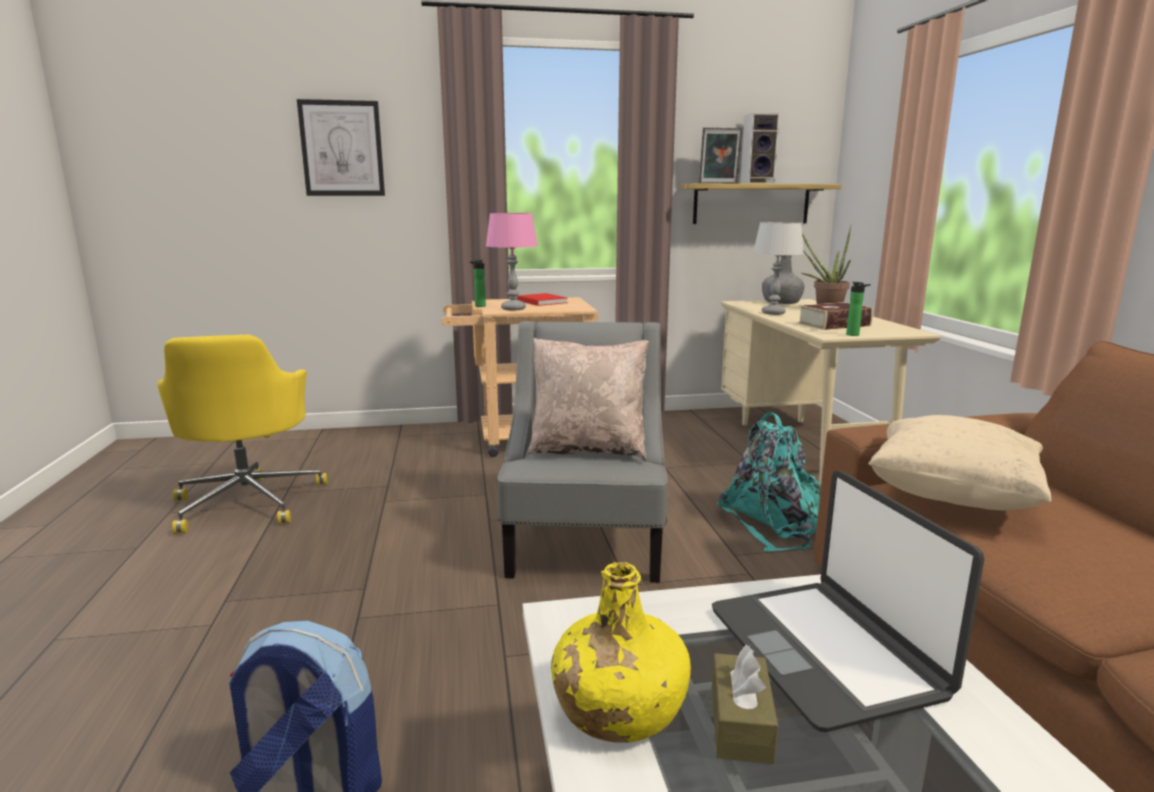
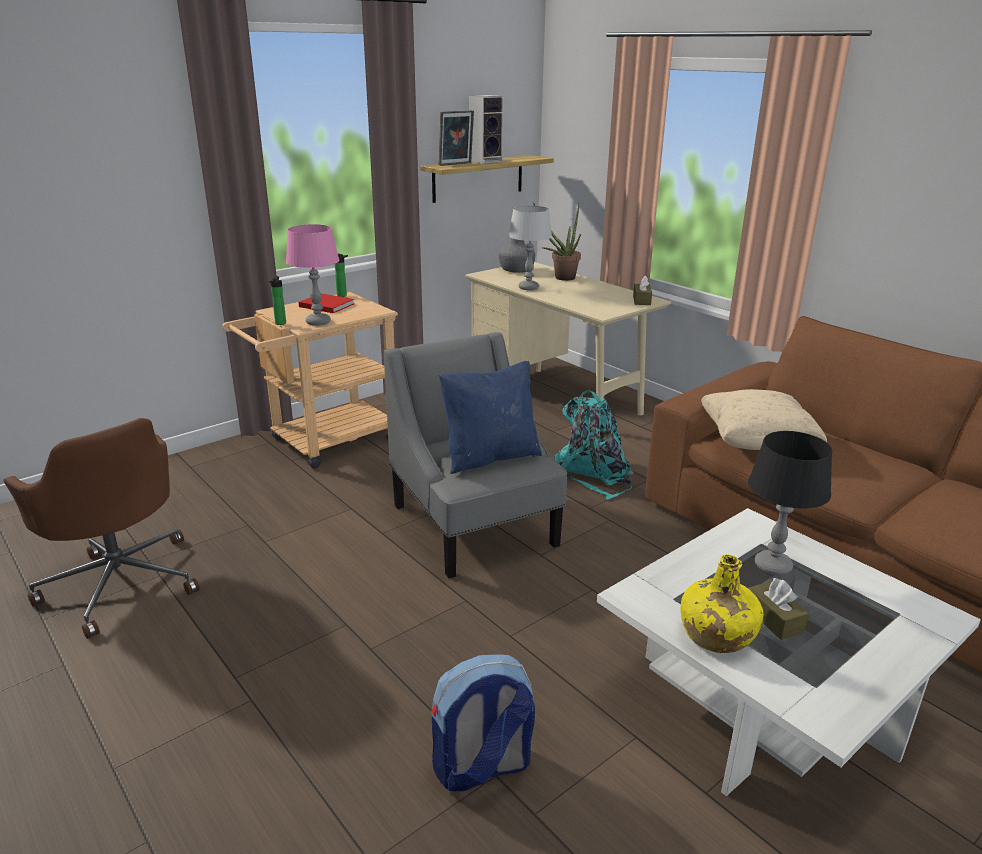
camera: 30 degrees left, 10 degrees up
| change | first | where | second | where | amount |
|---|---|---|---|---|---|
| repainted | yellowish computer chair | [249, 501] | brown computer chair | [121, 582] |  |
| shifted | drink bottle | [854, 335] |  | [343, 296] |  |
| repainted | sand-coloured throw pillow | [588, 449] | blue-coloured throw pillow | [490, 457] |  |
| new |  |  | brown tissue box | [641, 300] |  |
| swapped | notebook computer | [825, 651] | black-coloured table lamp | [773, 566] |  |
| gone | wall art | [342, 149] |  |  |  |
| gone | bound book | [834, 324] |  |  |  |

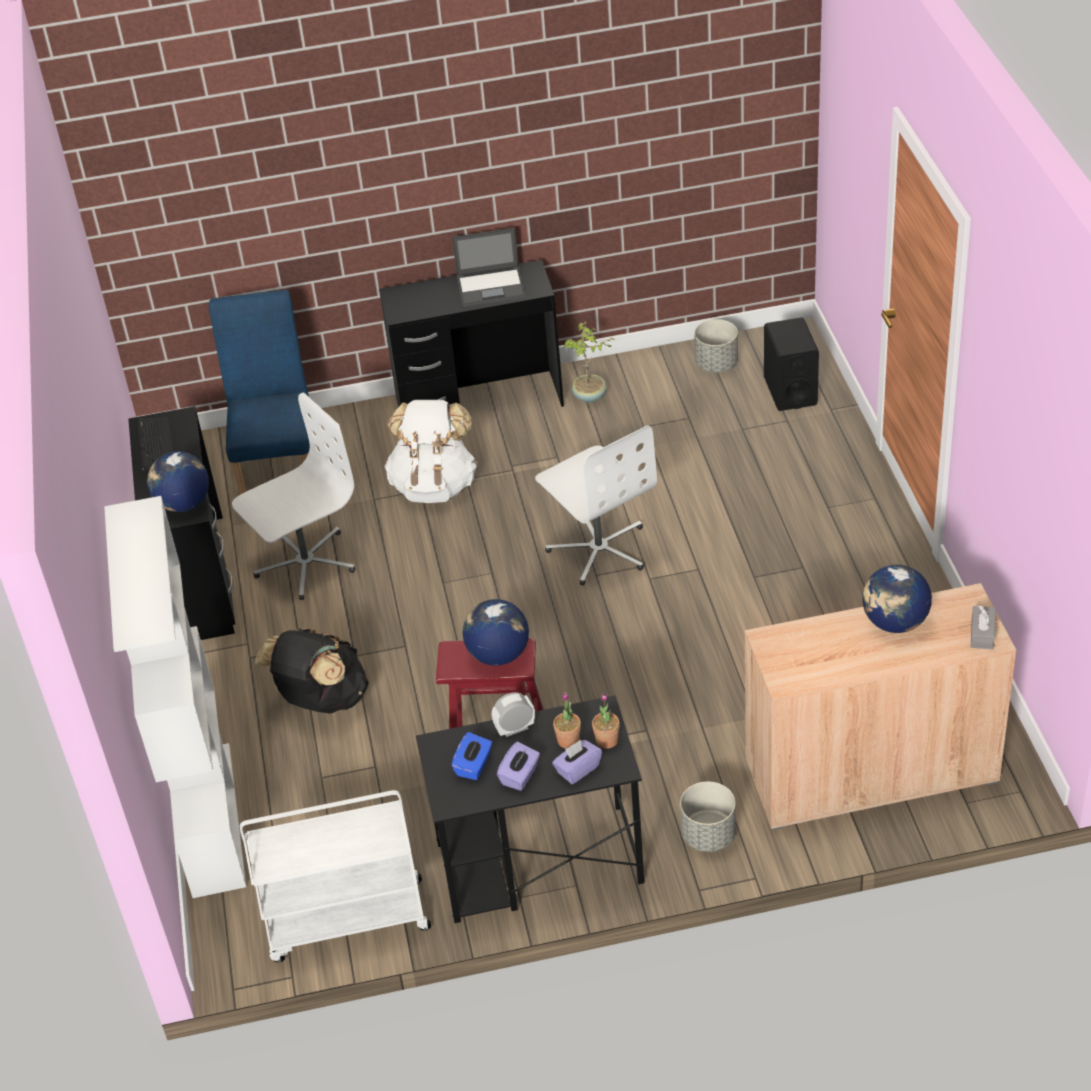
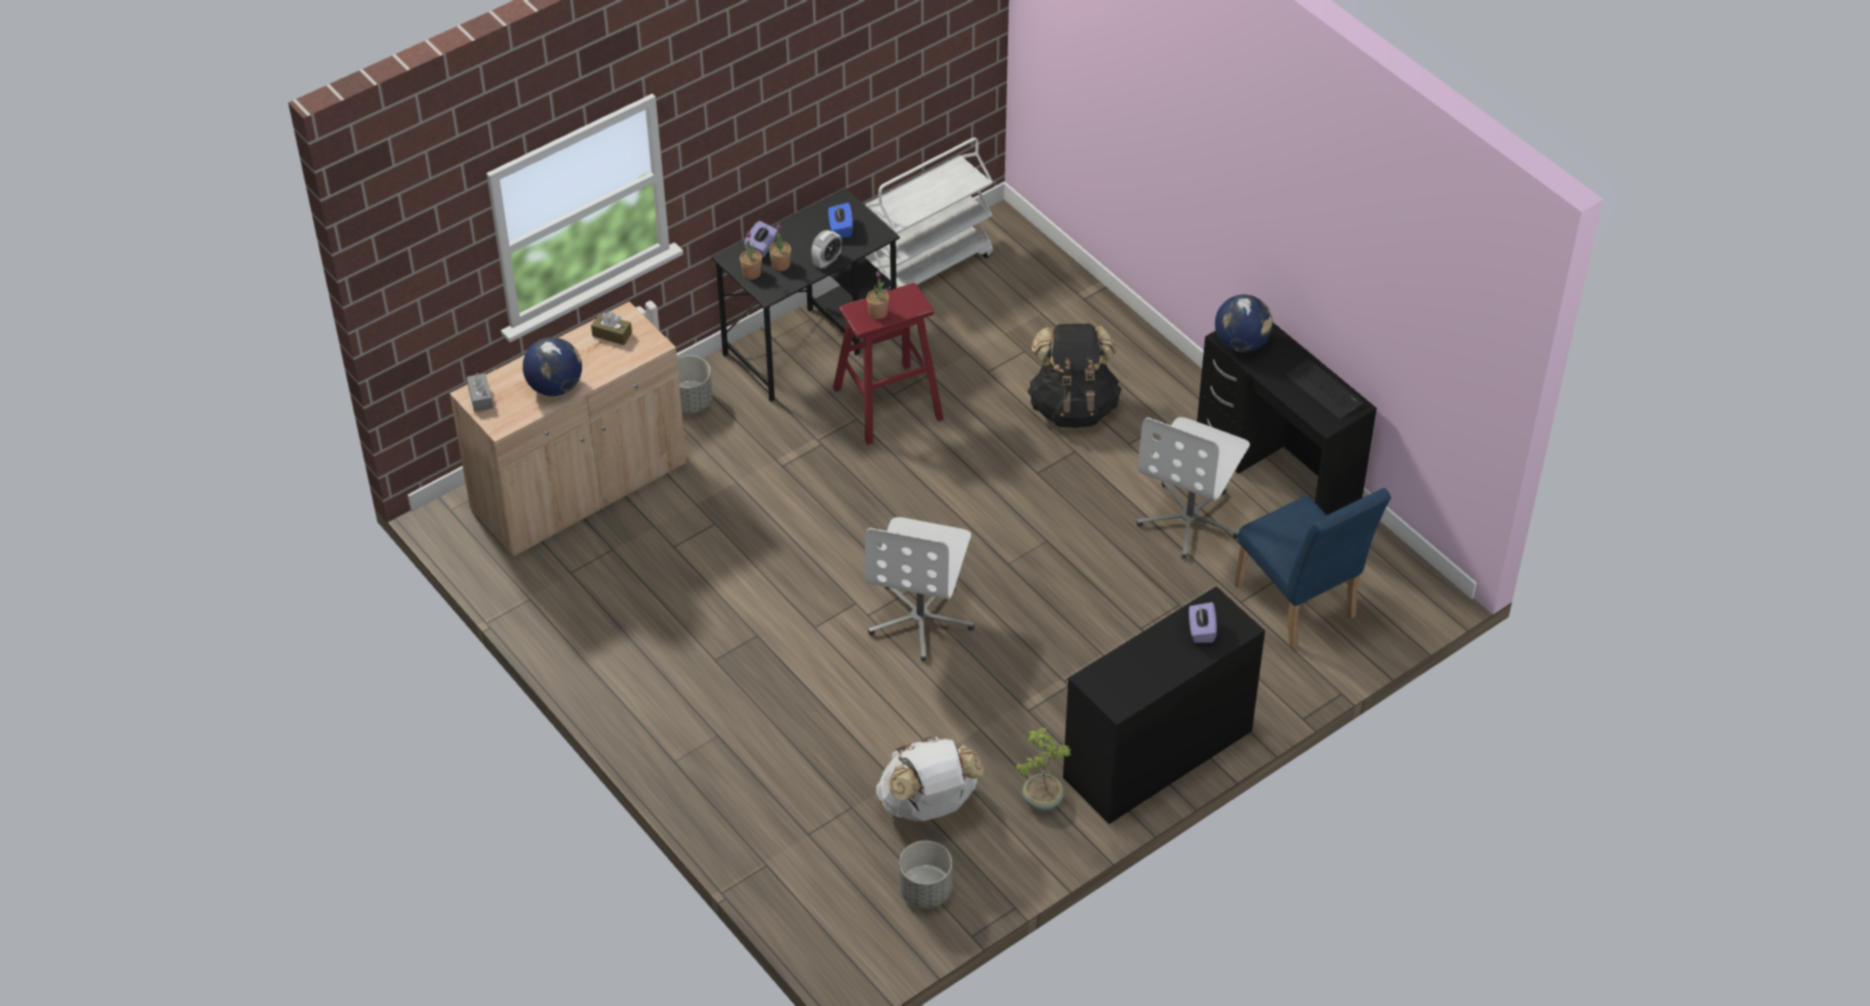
camera: 150 degrees right, 5 degrees up
| change | first | where | second | where | amount |
|---|---|---|---|---|---|
| new |  |  | brown tissue box | [612, 334] |  |
| rotated | white computer chair | [599, 549] |  | [921, 619] | 105 degrees counterclockwise |
| swapped | world globe | [498, 655] | houseplant | [878, 312] |  |
| shifted | white rucksack | [434, 485] |  | [928, 805] |  |
| shifted | purple tissue box | [520, 776] |  | [1201, 631] |  |
| gone | white shelving unit | [210, 818] |  |  |  |
| gone | notebook computer | [492, 287] |  |  |  |
| gone | black-coloured audio speaker | [790, 391] |  |  |  |

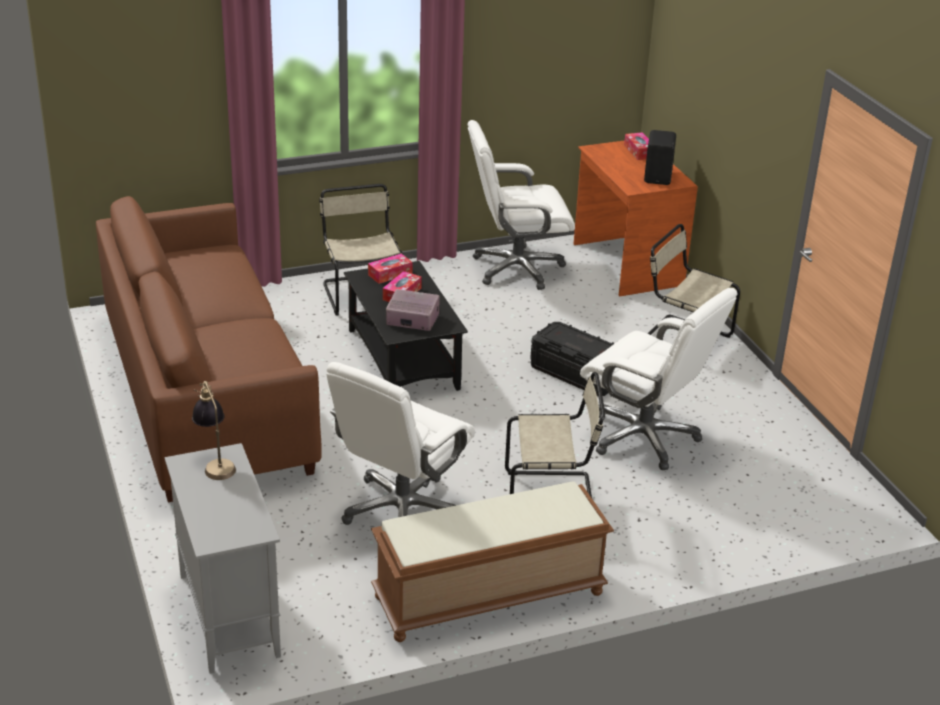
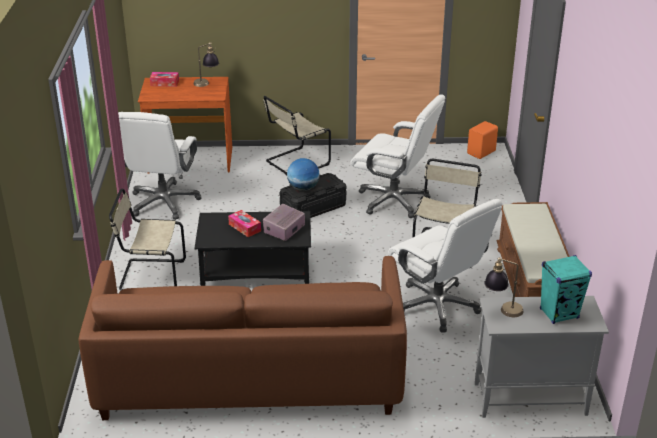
camera: 70 degrees left, 0 degrees up
| change | first | where | second | where | amount |
|---|---|---|---|---|---|
| swapped | black-coloured audio speaker | [659, 176] | table lamp | [206, 85] |  |
| new |  |  | world globe | [303, 188] |  |
| rotated | white computer chair | [644, 437] |  | [394, 201] | 60 degrees clockwise |
| new |  |  | orange audio speaker | [482, 152] |  |
| new |  |  | blue-green audio speaker | [559, 313] |  |
| gone | tissue box | [390, 274] |  |  |  |

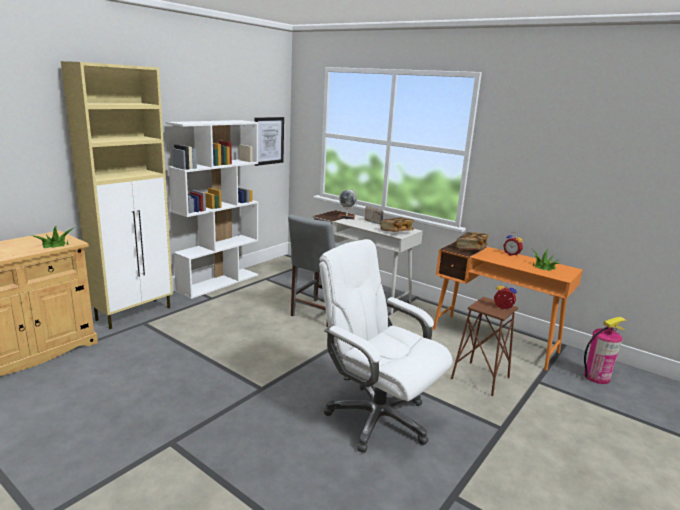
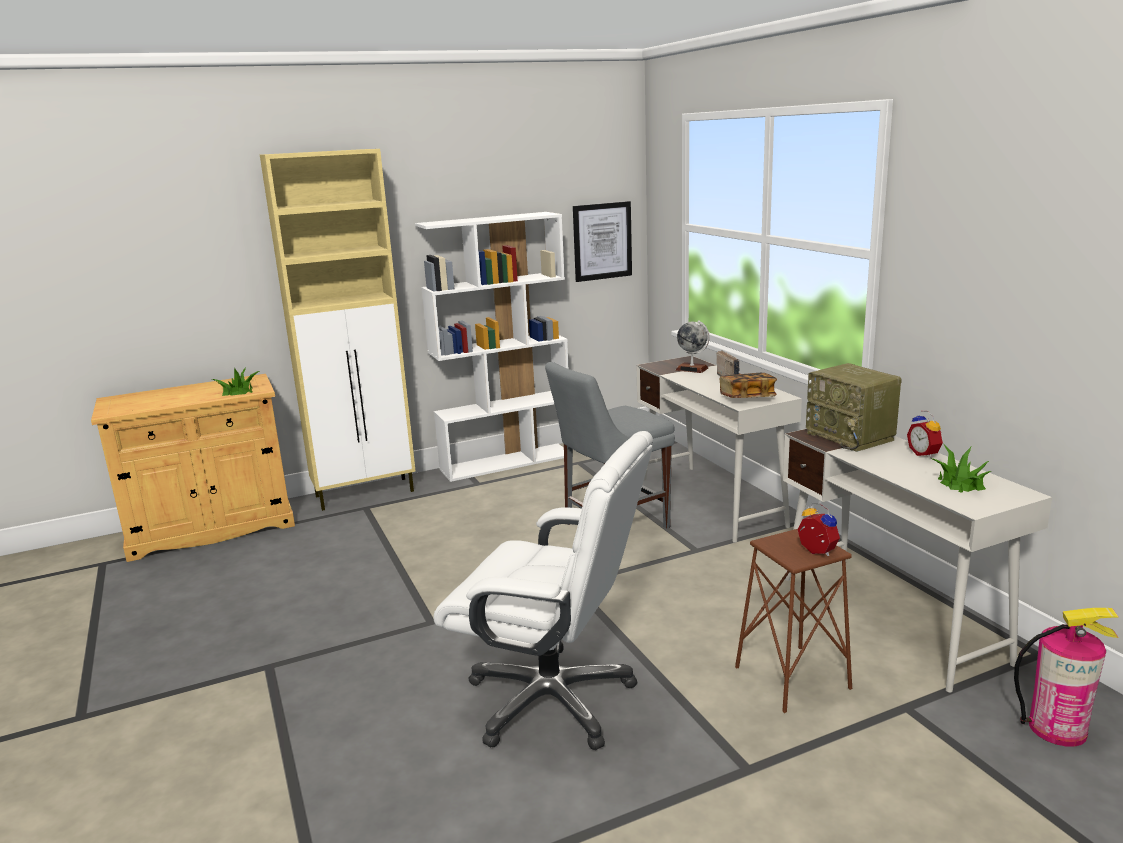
camera: 30 degrees right, 0 degrees up
| change | first | where | second | where | amount |
|---|---|---|---|---|---|
| rotated | white computer chair | [377, 418] |  | [552, 700] | 135 degrees clockwise |
| repainted | orange desk | [494, 340] | white desk | [890, 618] |  |
| swapped | bound book | [471, 248] | radio receiver | [851, 437] |  |

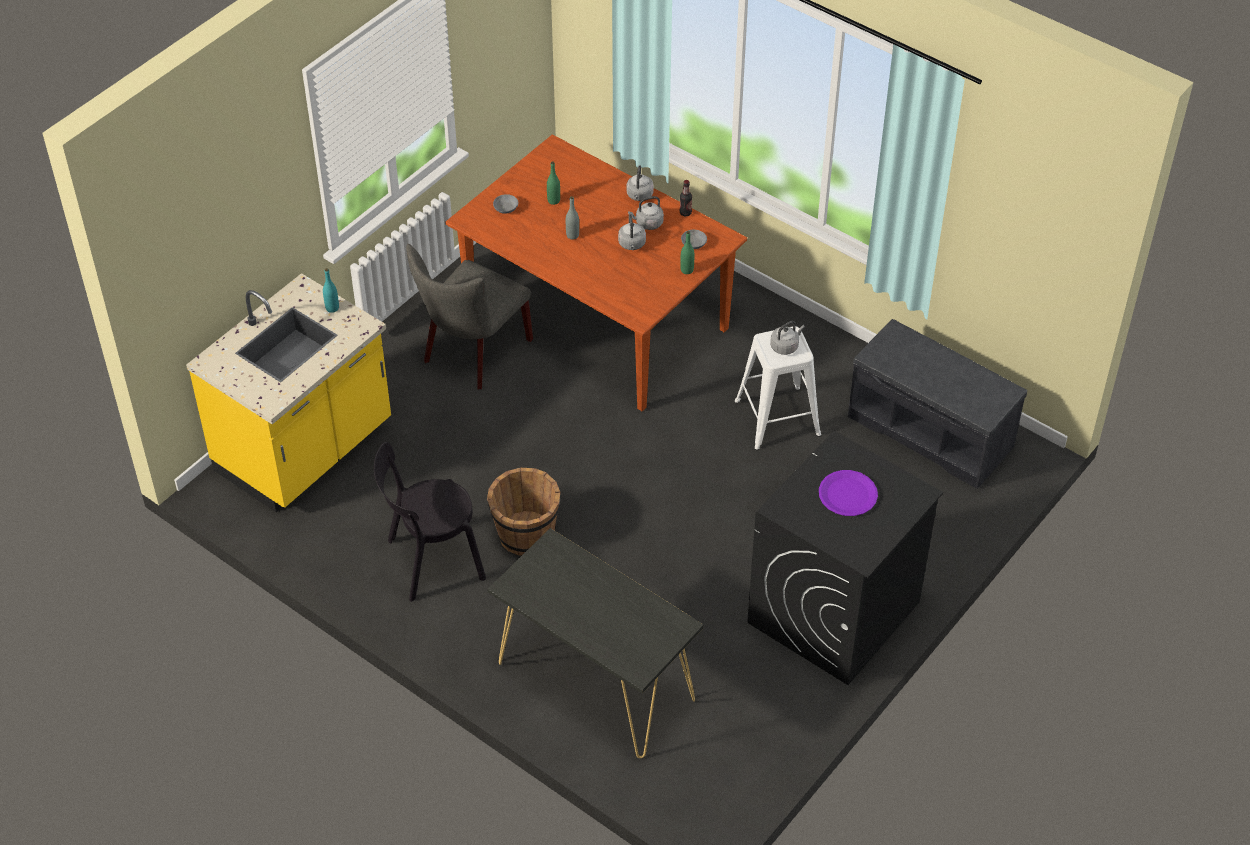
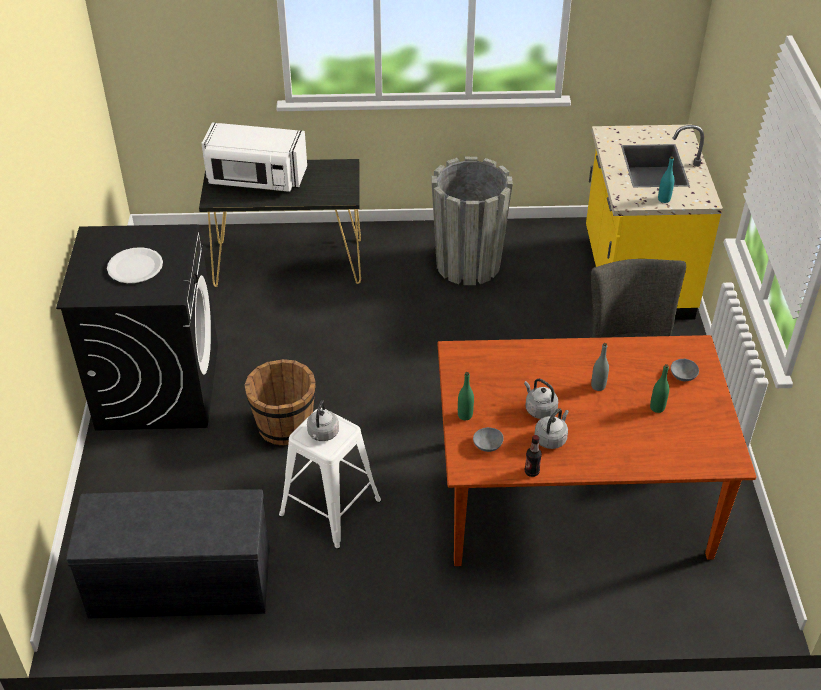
camera: 140 degrees right, 5 degrees down
| change | first | where | second | where | amount |
|---|---|---|---|---|---|
| repainted | purple flat dish | [848, 494] | white flat dish | [135, 267] |  |
| new |  |  | white microwave | [256, 179] |  |
| shifted | brown bucket | [526, 535] |  | [284, 425] |  |
| swapped | black-coloured upright chair | [431, 561] | gray flower pot | [468, 264] |  |
| gone | gray kettle | [639, 196] |  |  |  |

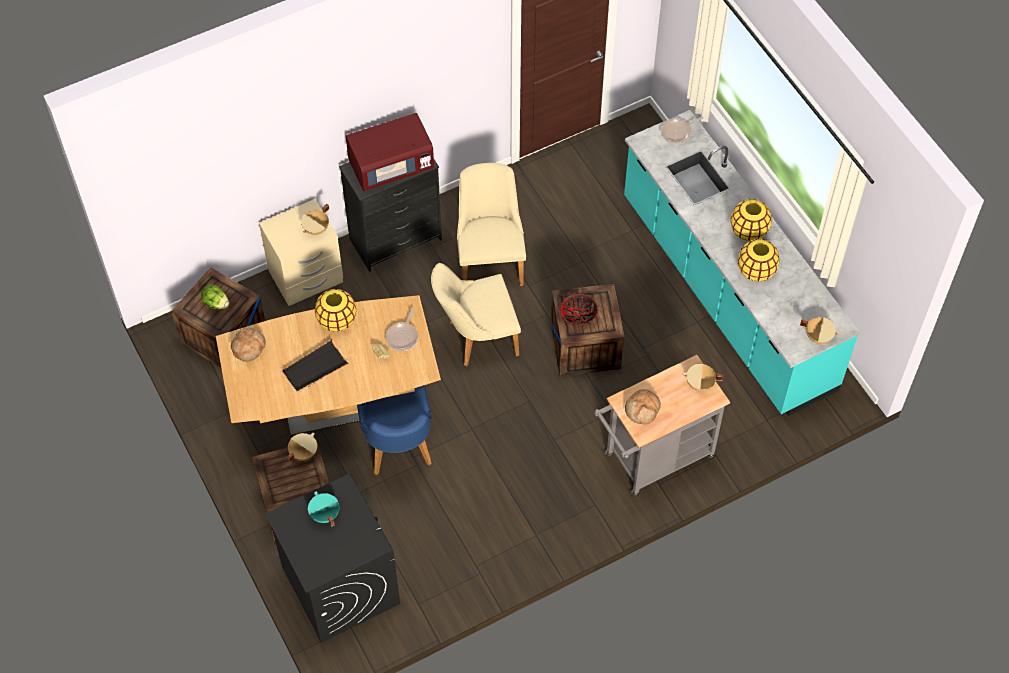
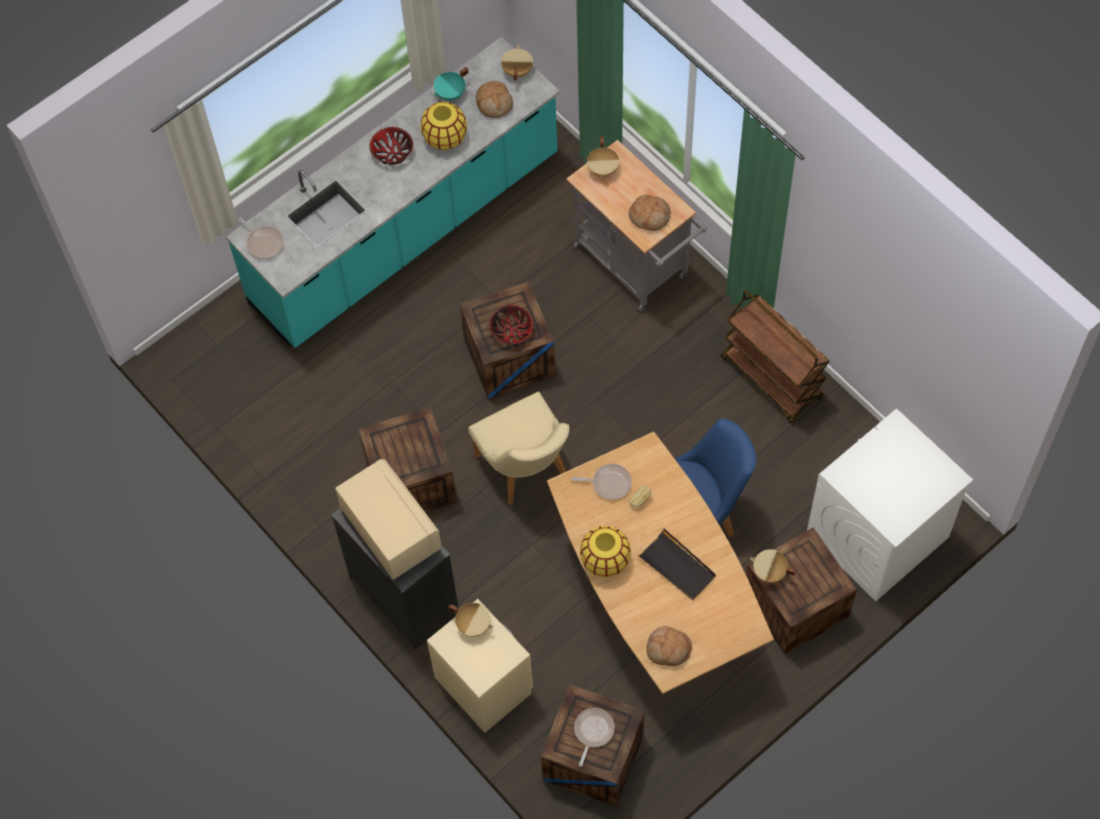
camera: 100 degrees left, 5 degrees up
| change | first | where | second | where | amount |
|---|---|---|---|---|---|
| repainted | red-coloured microwave | [391, 166] | sand-coloured microwave | [390, 531] |  |
| swapped | sand-coloured upright chair | [490, 259] | crate | [411, 481] |  |
| swapped | yellowish flower vase | [748, 231] | bowl | [392, 152] |  |
| shifted | blue-green cooking pot | [324, 514] |  | [451, 94] |  |
| new |  |  | baked bread | [494, 103] |  |
| swapped | lettuce head | [216, 303] | frying pan | [593, 732] |  |
| new |  |  | brown cart | [772, 378] |  |
| repainted | black-coloured laundry machine | [339, 585] | white laundry machine | [877, 536] |  |

